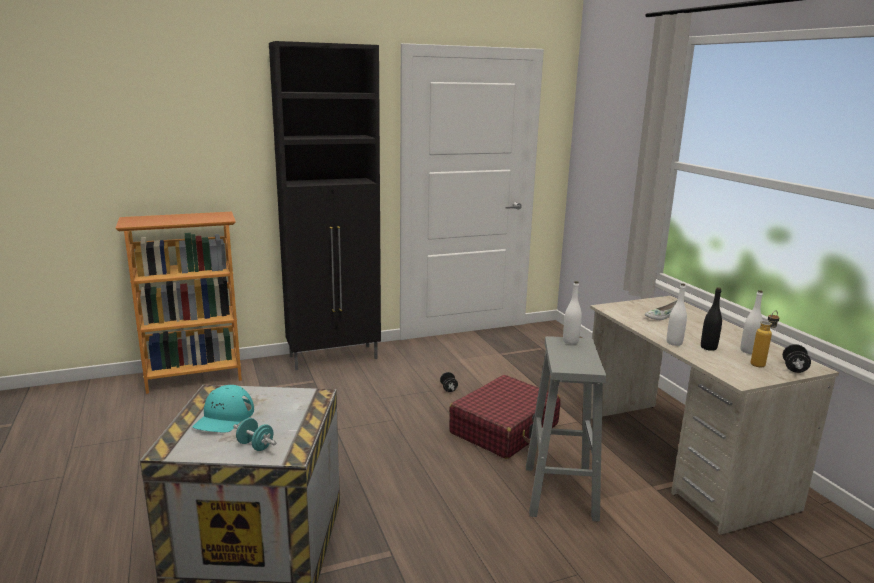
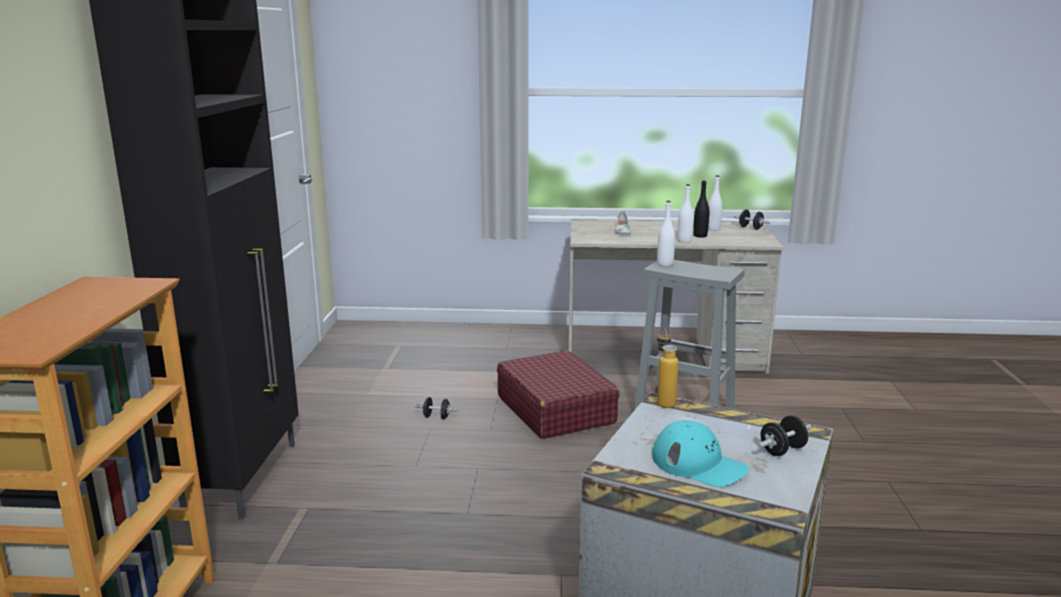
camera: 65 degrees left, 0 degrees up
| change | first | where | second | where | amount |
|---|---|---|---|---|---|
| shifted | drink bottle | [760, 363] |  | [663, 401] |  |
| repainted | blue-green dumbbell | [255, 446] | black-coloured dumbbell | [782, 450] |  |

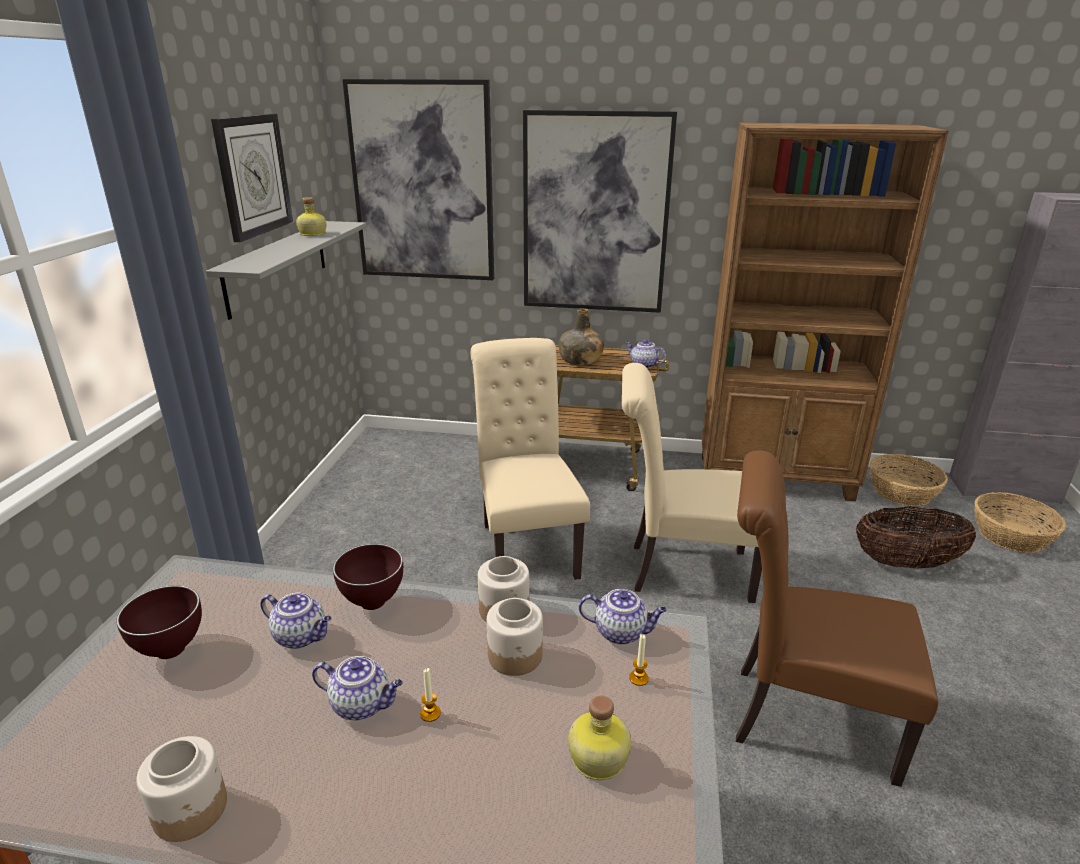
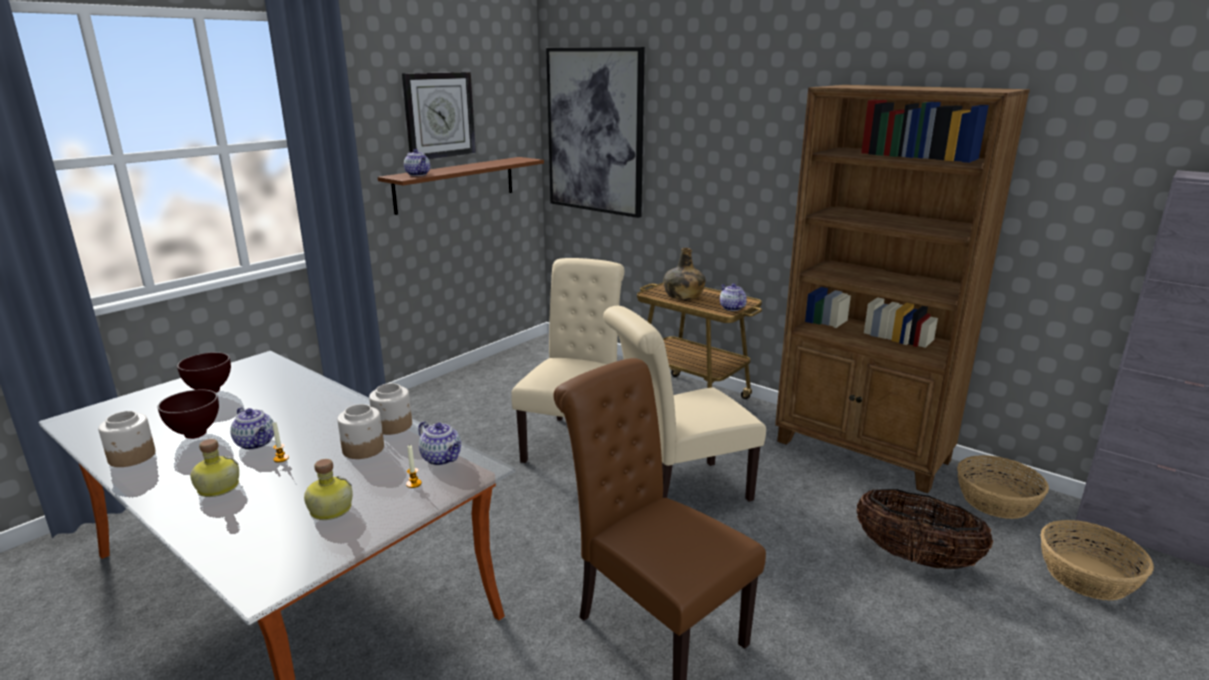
camera: 30 degrees right, 5 degrees down
| change | first | where | second | where | amount |
|---|---|---|---|---|---|
| shifted | brown bowl | [371, 602] |  | [195, 434] |  |
| shifted | drink bottle | [312, 234] |  | [217, 487] |  |
| repainted | gray bracket shelf | [277, 266] | brown bracket shelf | [455, 184] |  |
| shifted | teapot | [301, 636] |  | [418, 174] |  |
| rotated | sand-coloured upright chair | [681, 570] |  | [678, 494] | 60 degrees counterclockwise |
| gone | wall art | [595, 214] |  |  |  |

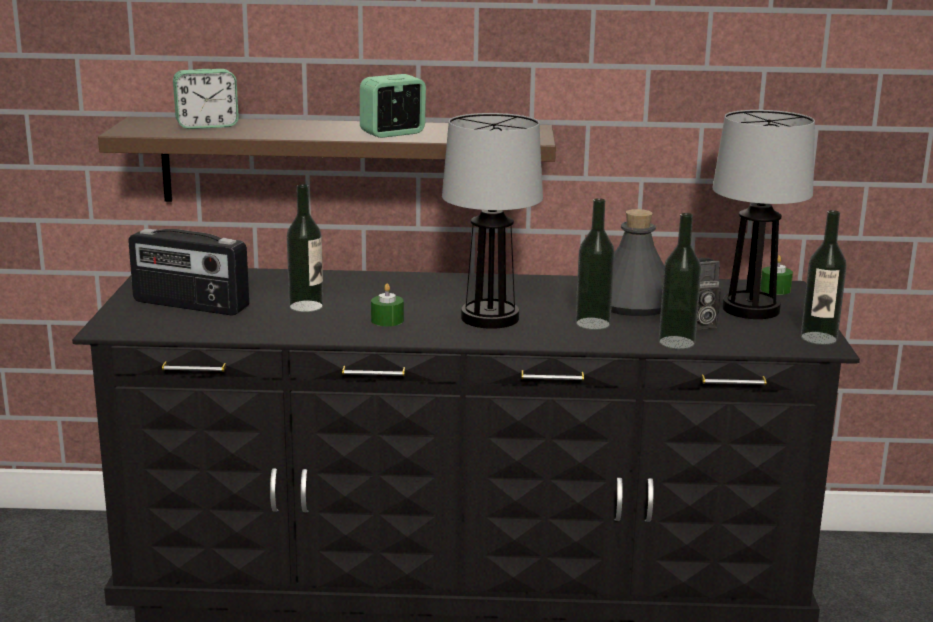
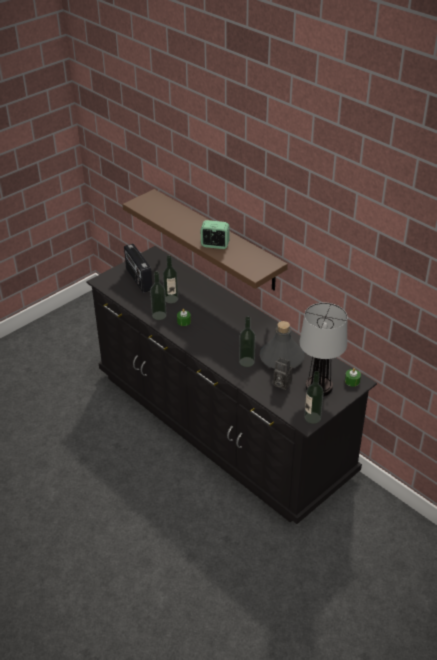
camera: 45 degrees right, 20 degrees up
| change | first | where | second | where | amount |
|---|---|---|---|---|---|
| shifted | drink bottle | [676, 342] |  | [159, 315] |  |
| gone | bedside clock | [207, 126] |  |  |  |
| gone | table lamp | [489, 318] |  |  |  |

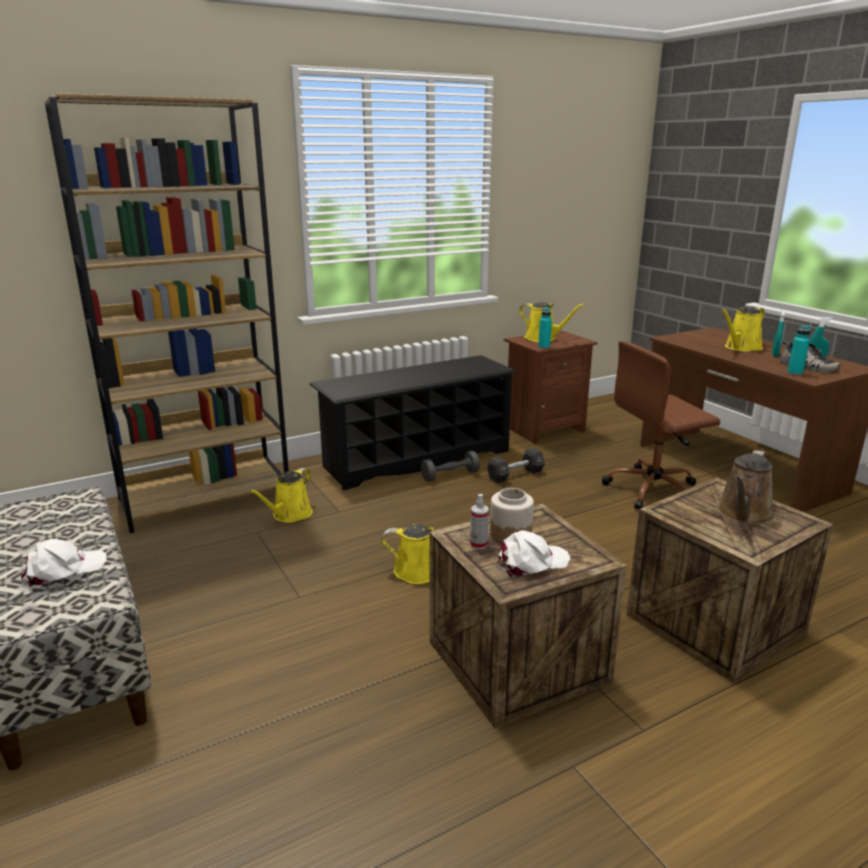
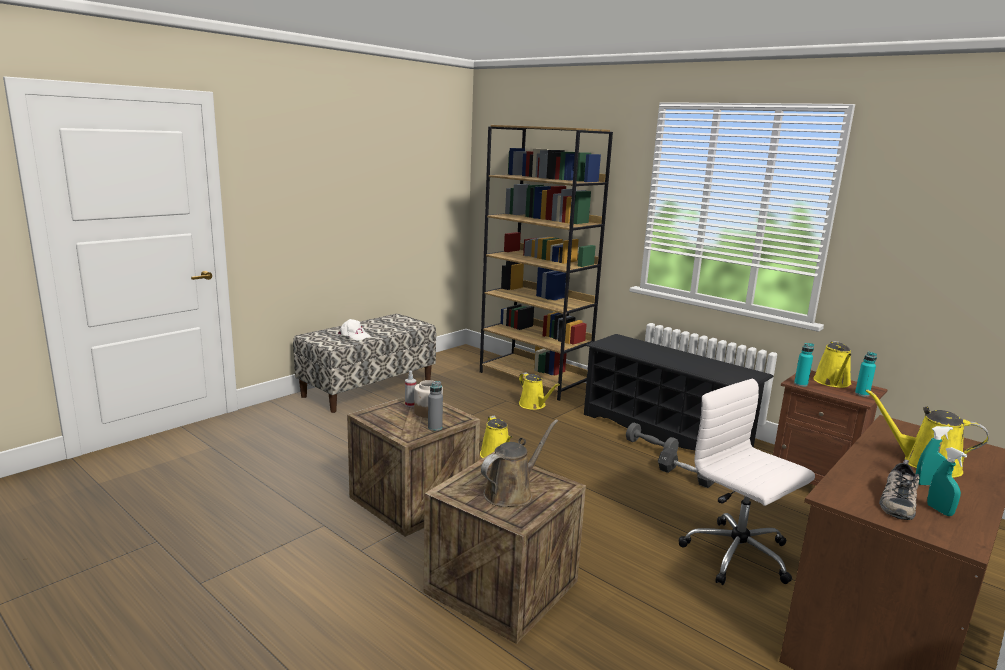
camera: 70 degrees right, 5 degrees down
| change | first | where | second | where | amount |
|---|---|---|---|---|---|
| new |  |  | gray drink bottle | [435, 428] |  |
| rotated | brown watering pot | [743, 514] |  | [512, 493] | 120 degrees clockwise |
| rotated | yellowish watering pot | [290, 515] |  | [534, 405] | 135 degrees counterclockwise |
| repainted | brown computer chair | [654, 491] | white computer chair | [738, 556] |  |
| shifted | blue-green drink bottle | [795, 373] |  | [862, 394] |  |
| gone | white peaked cap | [531, 562] |  |  |  |

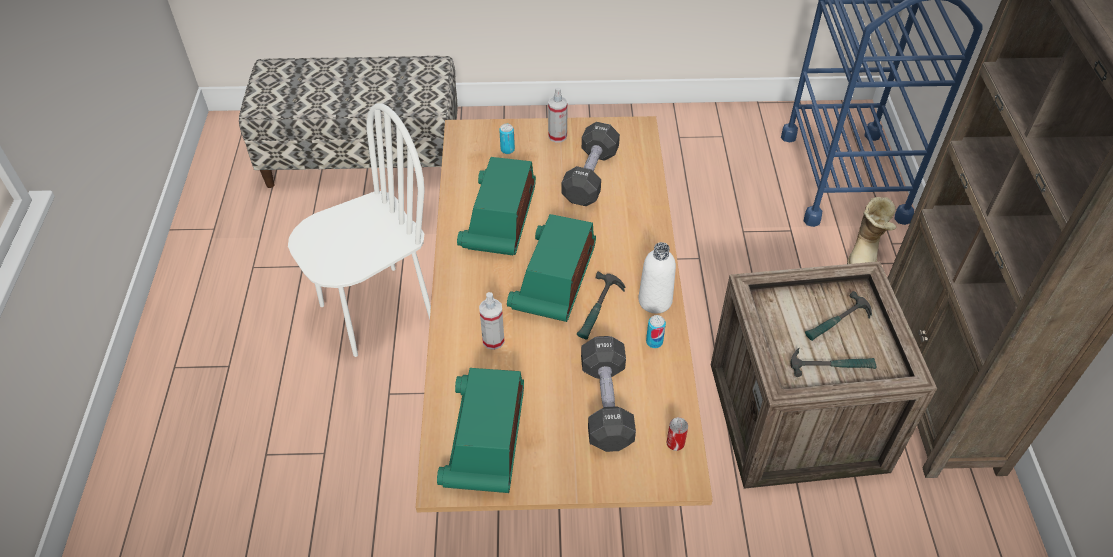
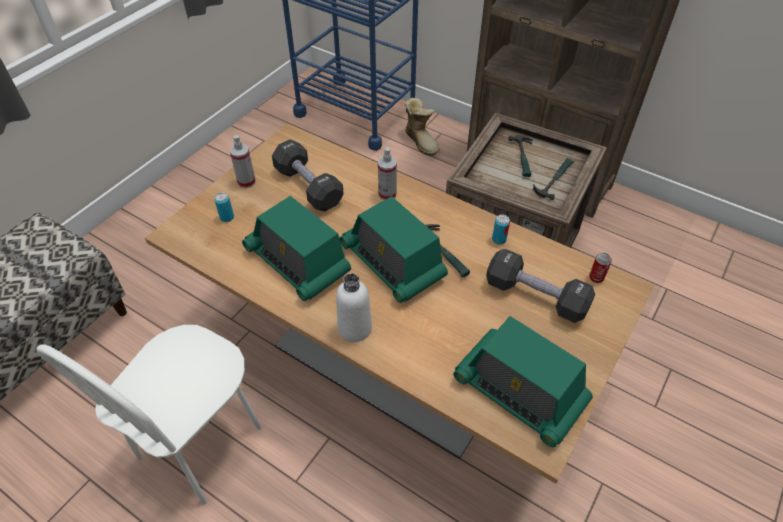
camera: 55 degrees left, 0 degrees up
| change | first | where | second | where | amount |
|---|---|---|---|---|---|
| rotated | white upright chair | [376, 311] |  | [201, 444] | 150 degrees counterclockwise |
| shifted | white drink bottle | [655, 301] |  | [355, 328] |  |
| shifted | hand sprayer | [493, 340] |  | [387, 194] |  |

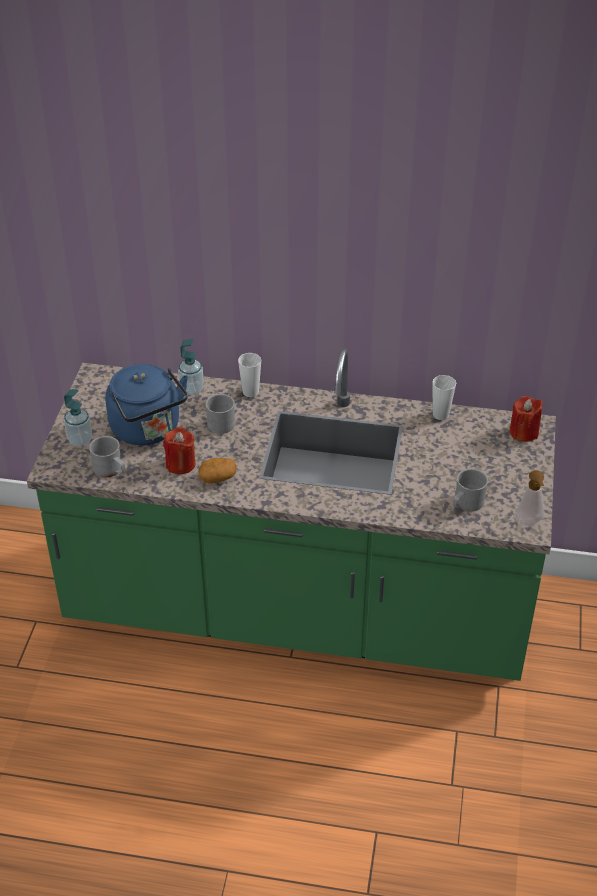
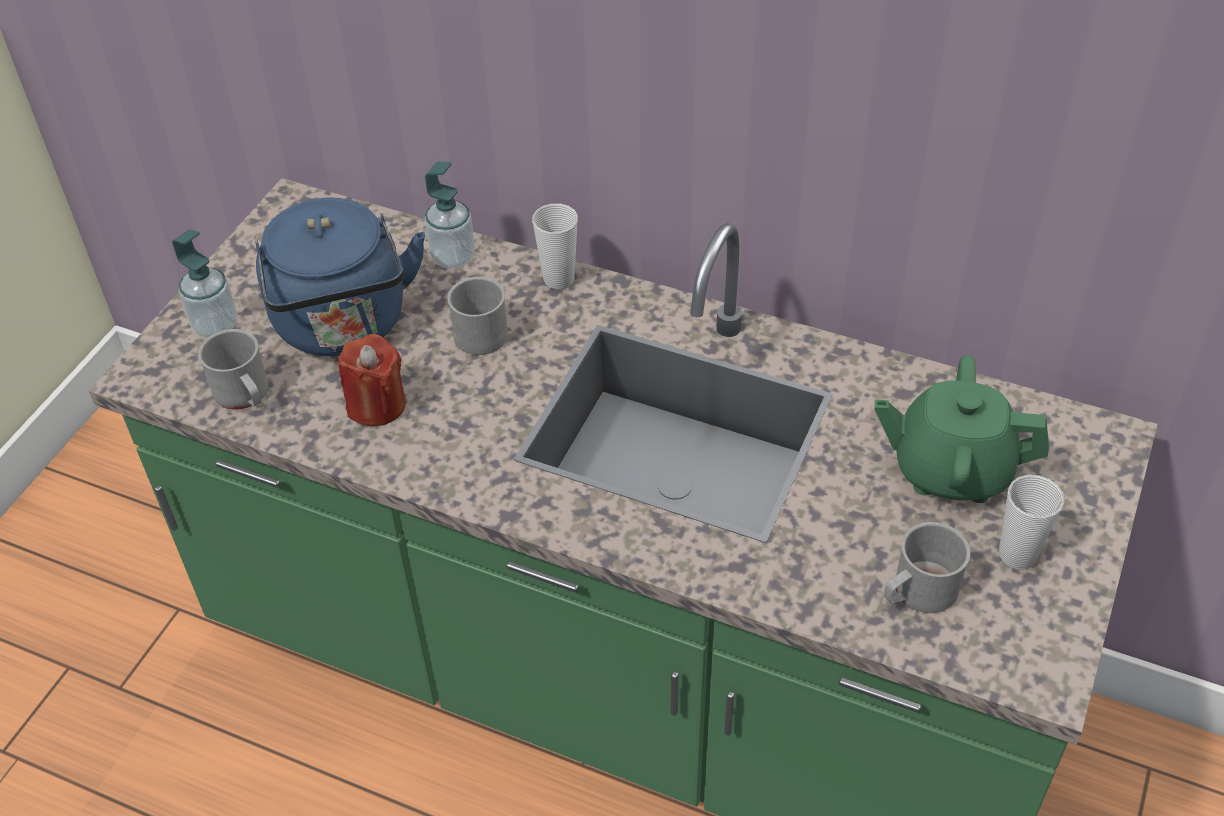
camera: 15 degrees right, 5 degrees up
| change | first | where | second | where | amount |
|---|---|---|---|---|---|
| new |  |  | green-coloured teapot | [950, 469] |  |
| shifted | drinking cup | [441, 415] |  | [1017, 555] |  |
| gone | whole potato | [218, 477] |  |  |  |
| gone | red-coloured candle | [524, 432] |  |  |  |
| gone | liquid soap bottle | [529, 523] |  |  |  |

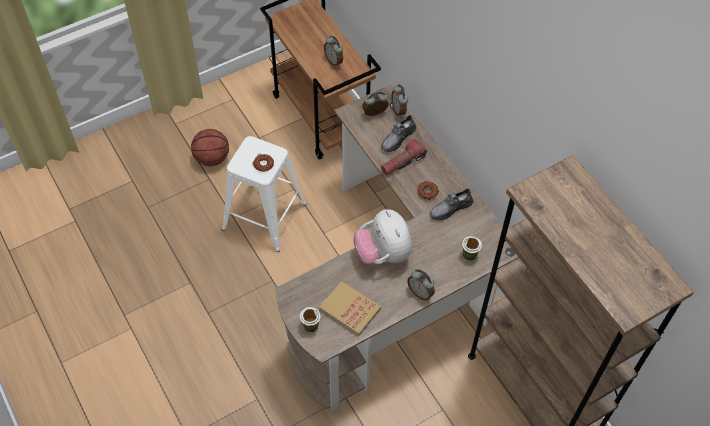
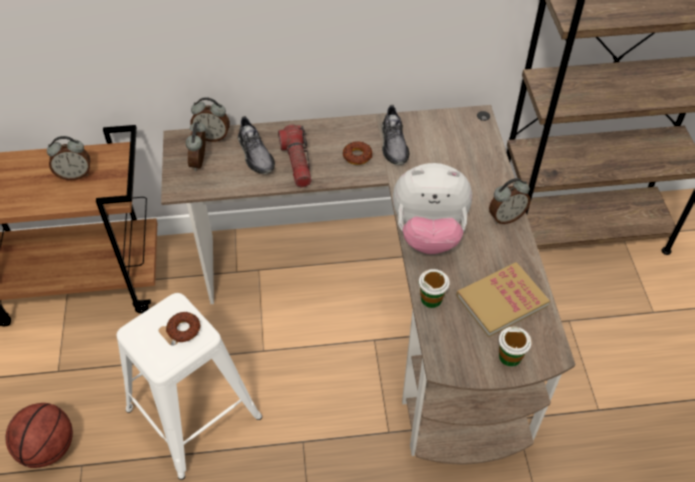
camera: 65 degrees left, 5 degrees down
| change | first | where | second | where | amount |
|---|---|---|---|---|---|
| shifted | drinking cup | [469, 254] |  | [431, 298] |  |

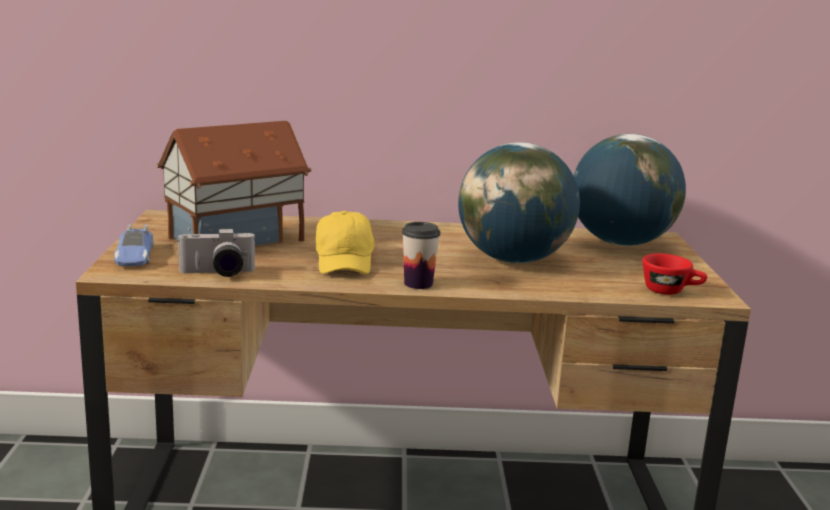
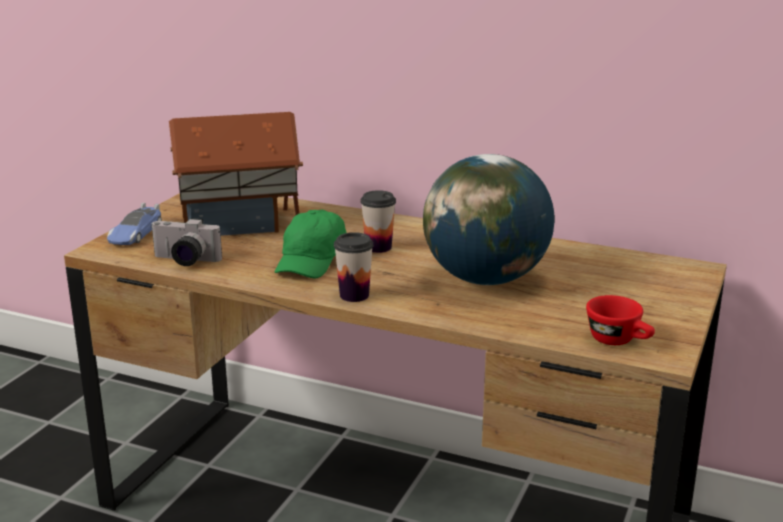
camera: 25 degrees right, 5 degrees up
| change | first | where | second | where | amount |
|---|---|---|---|---|---|
| repainted | yellowish peaked cap | [344, 261] | green-coloured peaked cap | [312, 261] |  |
| new |  |  | drinking cup | [378, 247] |  |
| gone | world globe | [621, 243] |  |  |  |

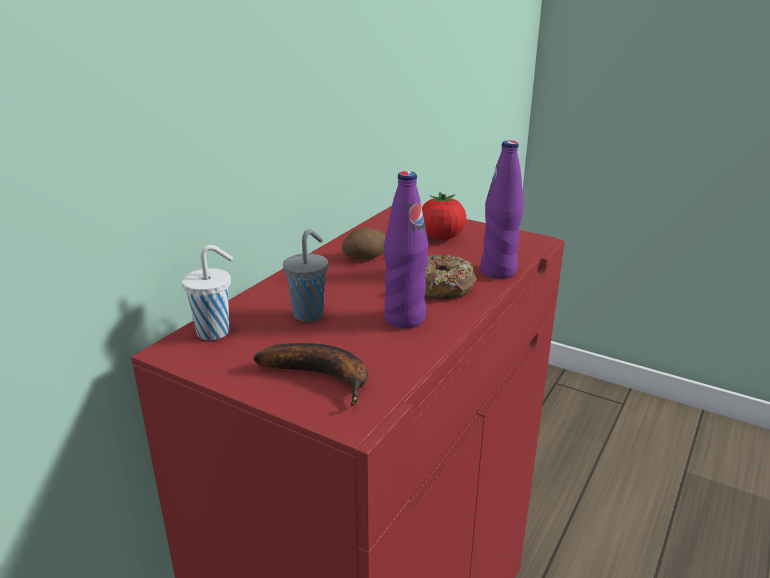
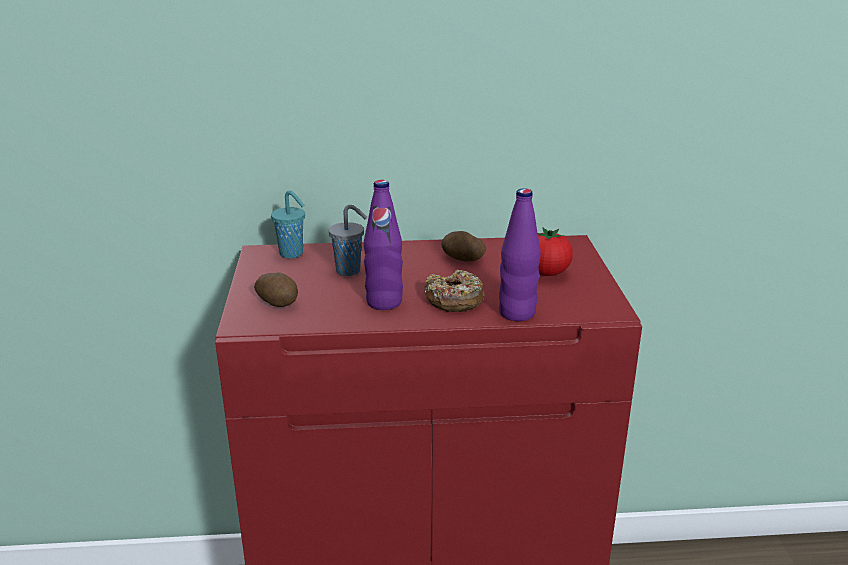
camera: 55 degrees right, 0 degrees up
| change | first | where | second | where | amount |
|---|---|---|---|---|---|
| swapped | banana | [323, 376] | whole potato | [278, 302] |  |
| repainted | white drinking cup | [215, 332] | blue-green drinking cup | [292, 254] |  |

